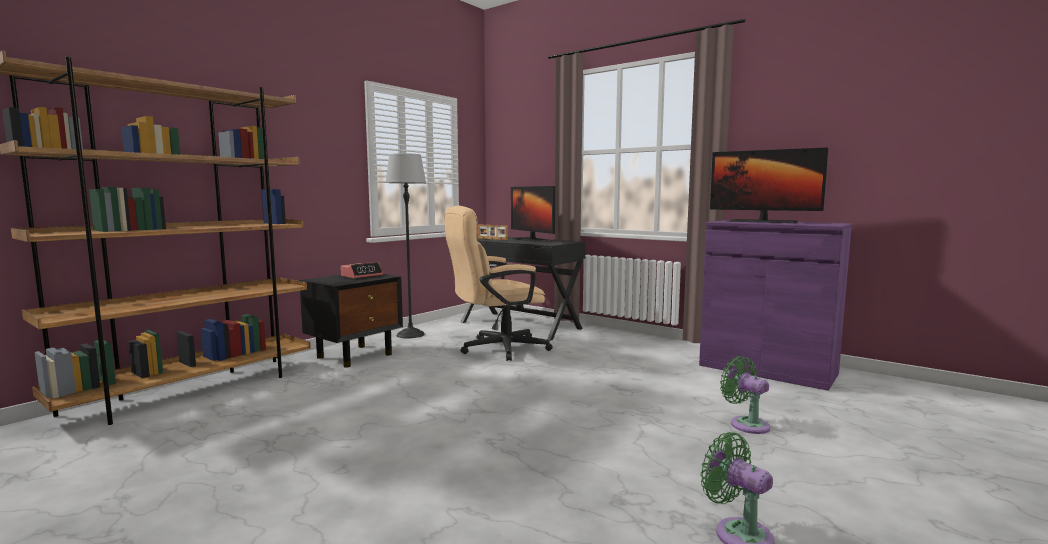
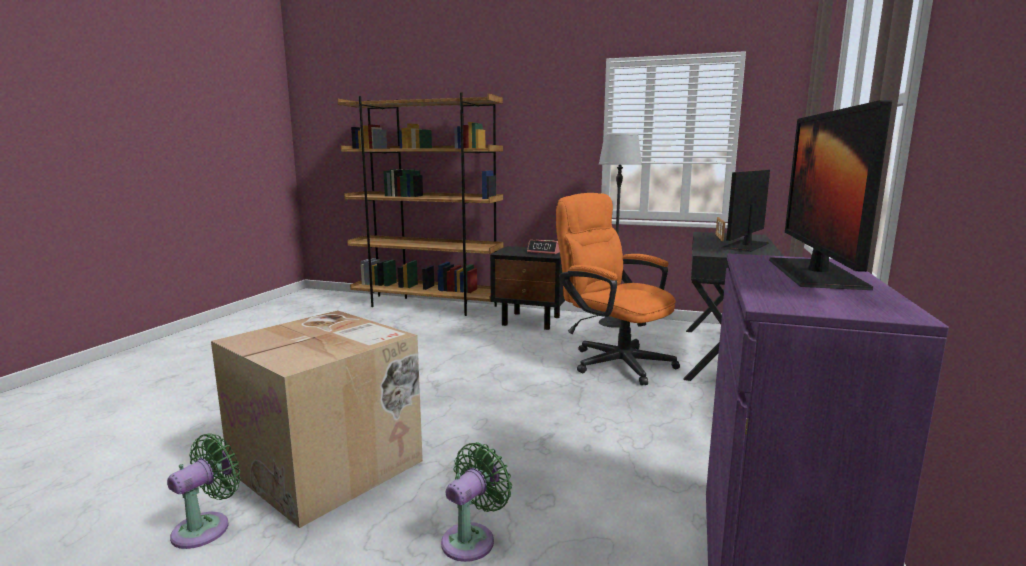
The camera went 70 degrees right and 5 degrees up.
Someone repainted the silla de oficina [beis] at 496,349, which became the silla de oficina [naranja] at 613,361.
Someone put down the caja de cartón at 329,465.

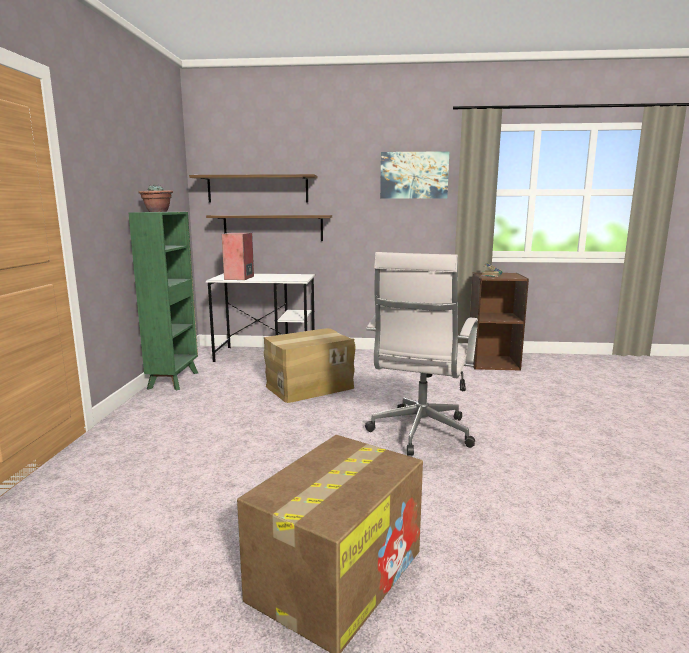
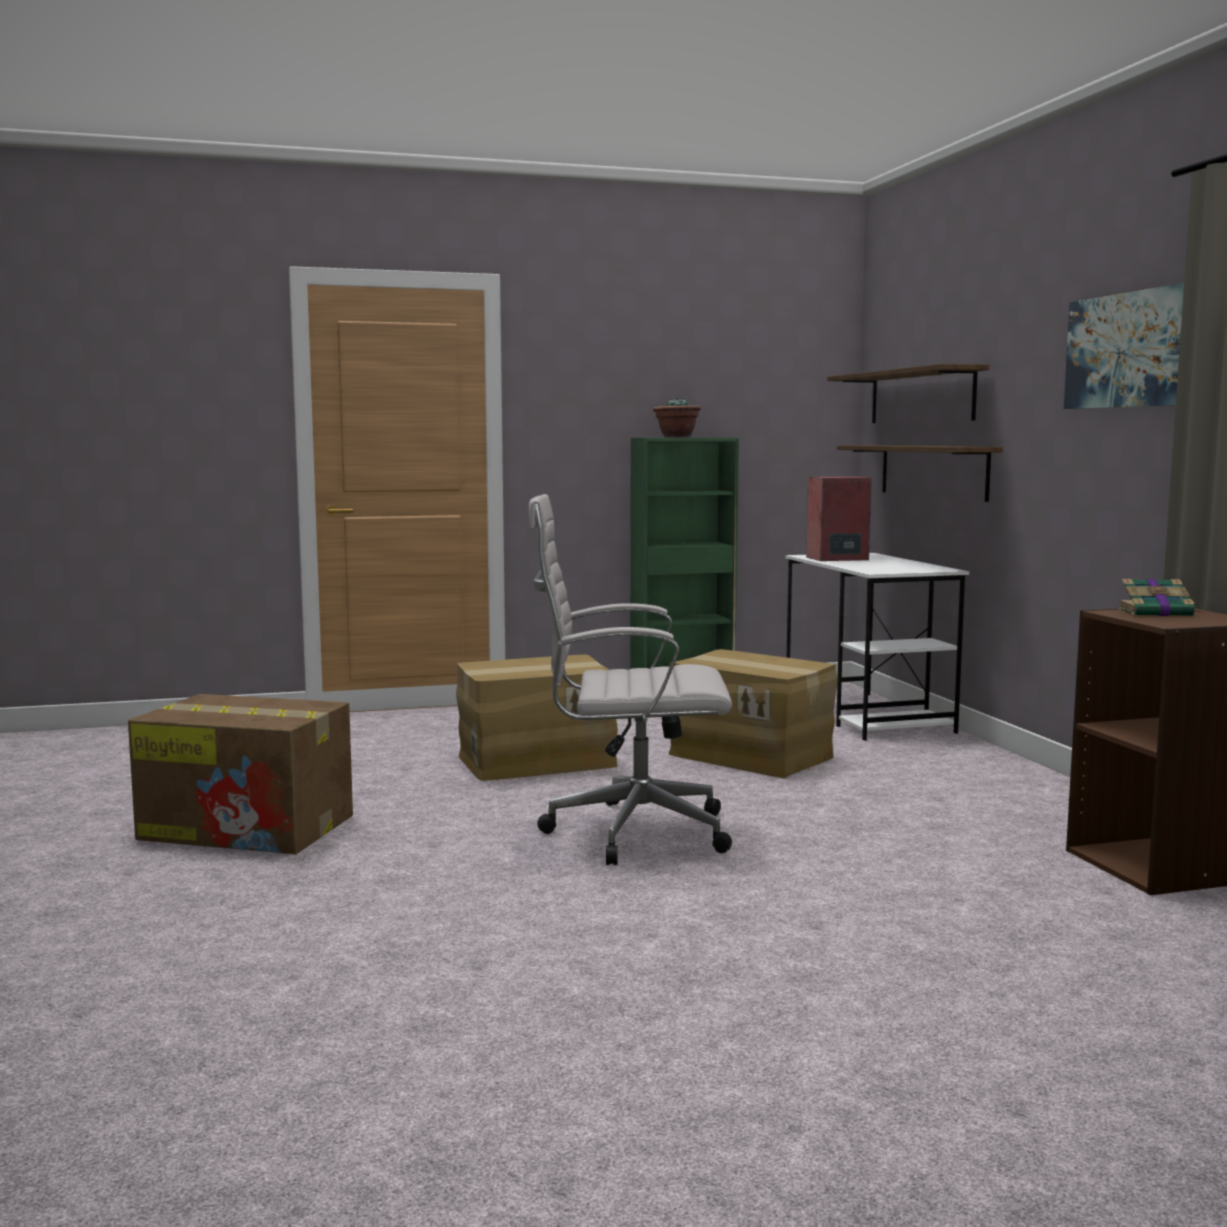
The camera went 70 degrees right and 5 degrees down.
Someone put down the caja de cartón at 536,760.

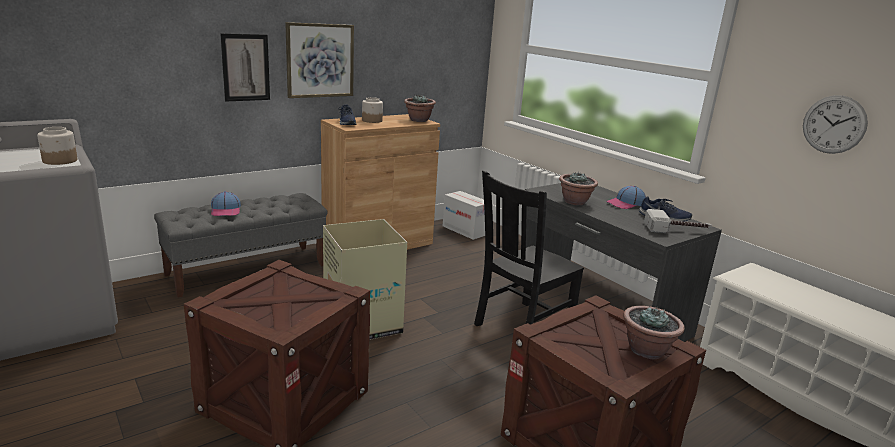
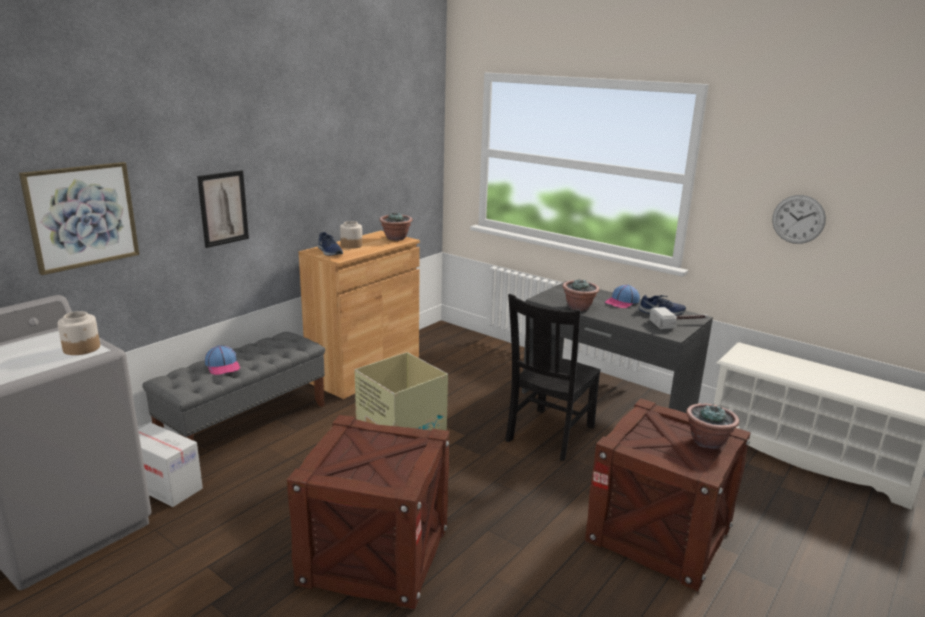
The camera went 15 degrees left and 0 degrees up.
Someone carried the cuadro from 320,60 to 82,216.
Someone carried the caja de cartón from 465,230 to 165,486.

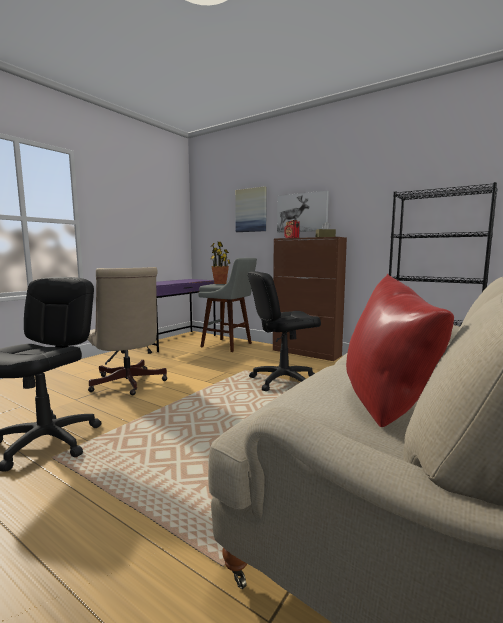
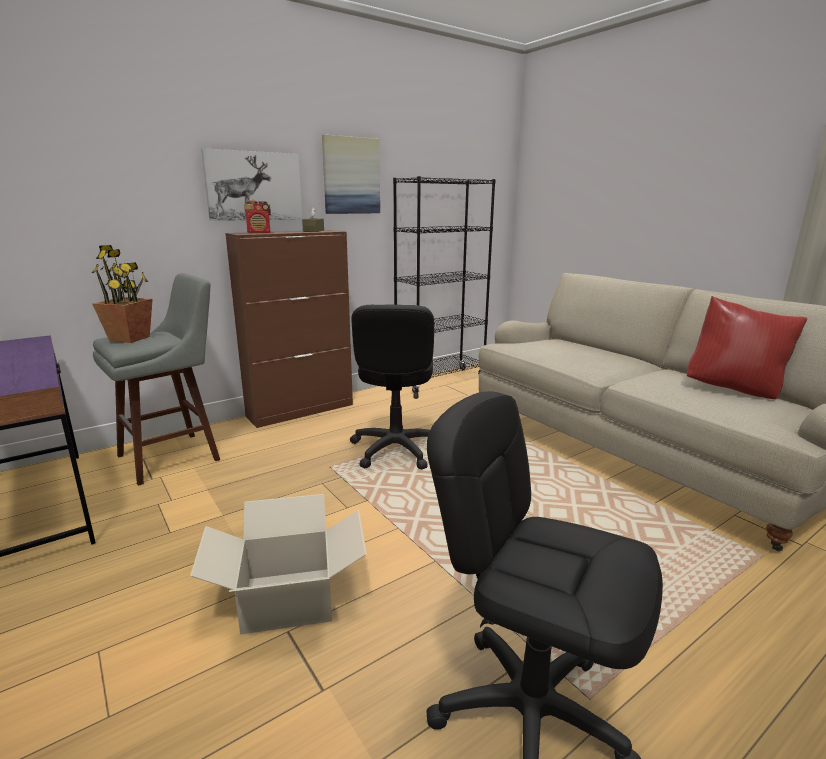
The camera went 70 degrees left and 10 degrees up.
Someone carried the cuadro from 251,210 to 351,176.
Someone swapped the silla de oficina [beis] at 128,384 for the caja de cartón at 288,600.

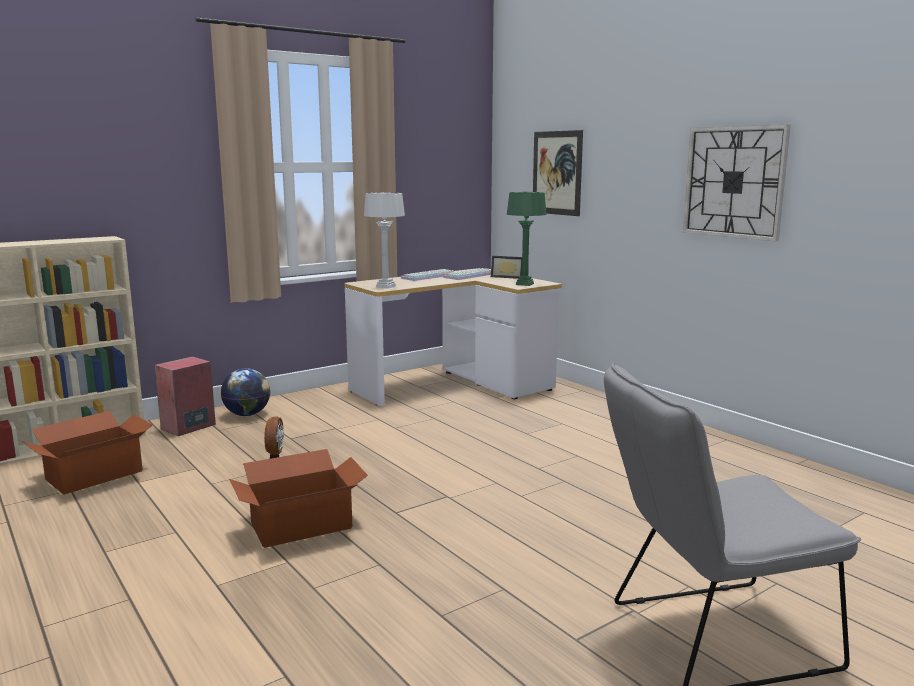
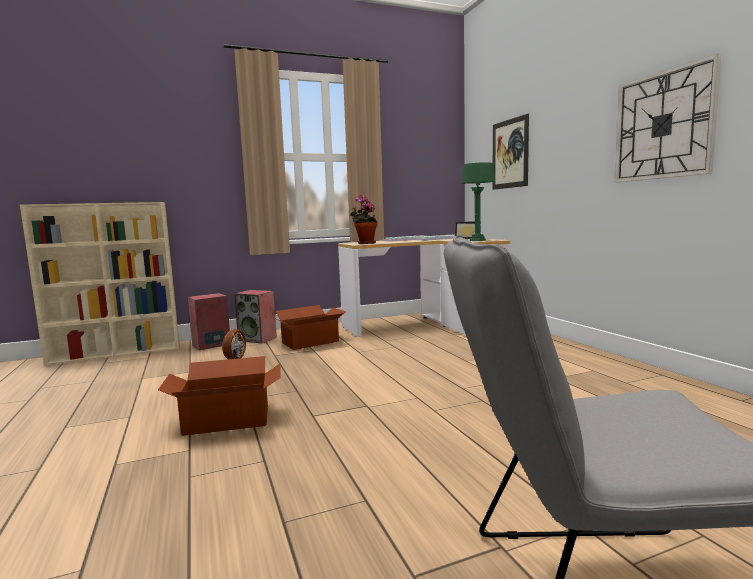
The camera went 15 degrees right and 5 degrees down.
Someone swapped the lámpara de mesa [gris] at 386,286 for the planta en maceta at 365,243.
Someone swapped the globo terráqueo at 247,414 for the altavoz at 258,339.
Someone carried the caja de cartón from 93,475 to 309,342.

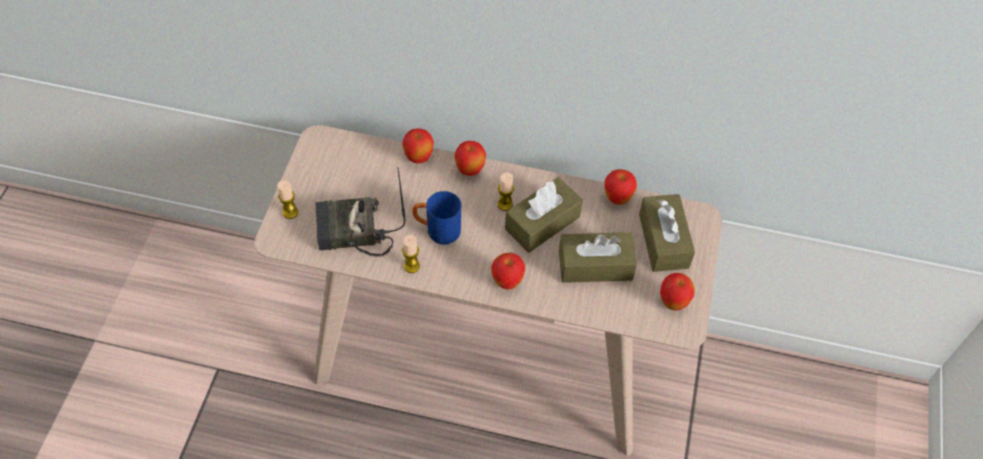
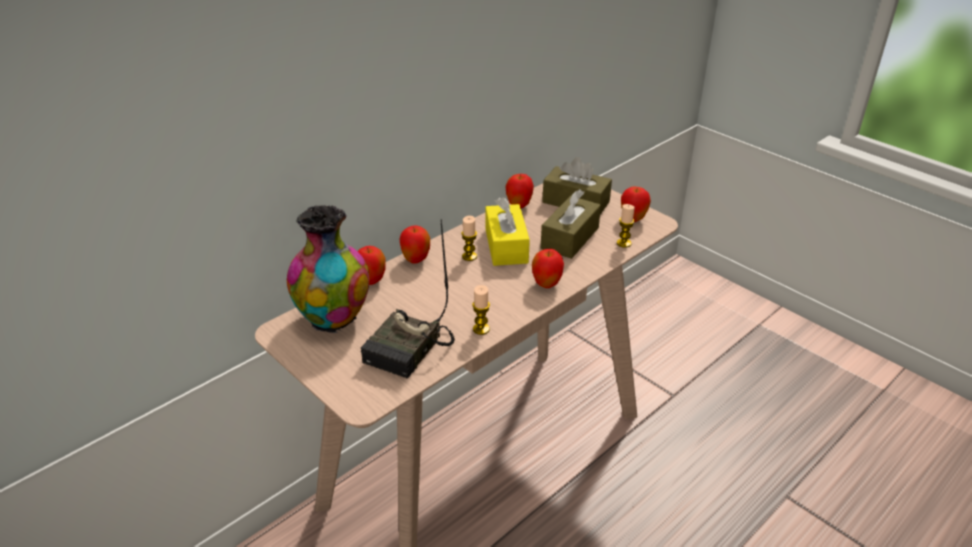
The camera went 55 degrees left and 20 degrees down.
Someone repainted the caja de pañuelos [marrón] at 542,223, which became the caja de pañuelos [amarillo] at 506,246.
Someone carried the vela from 290,212 to 624,243.
Someone took away the taza grande [azul] at 437,230.
Someone put down the florero at 334,318.

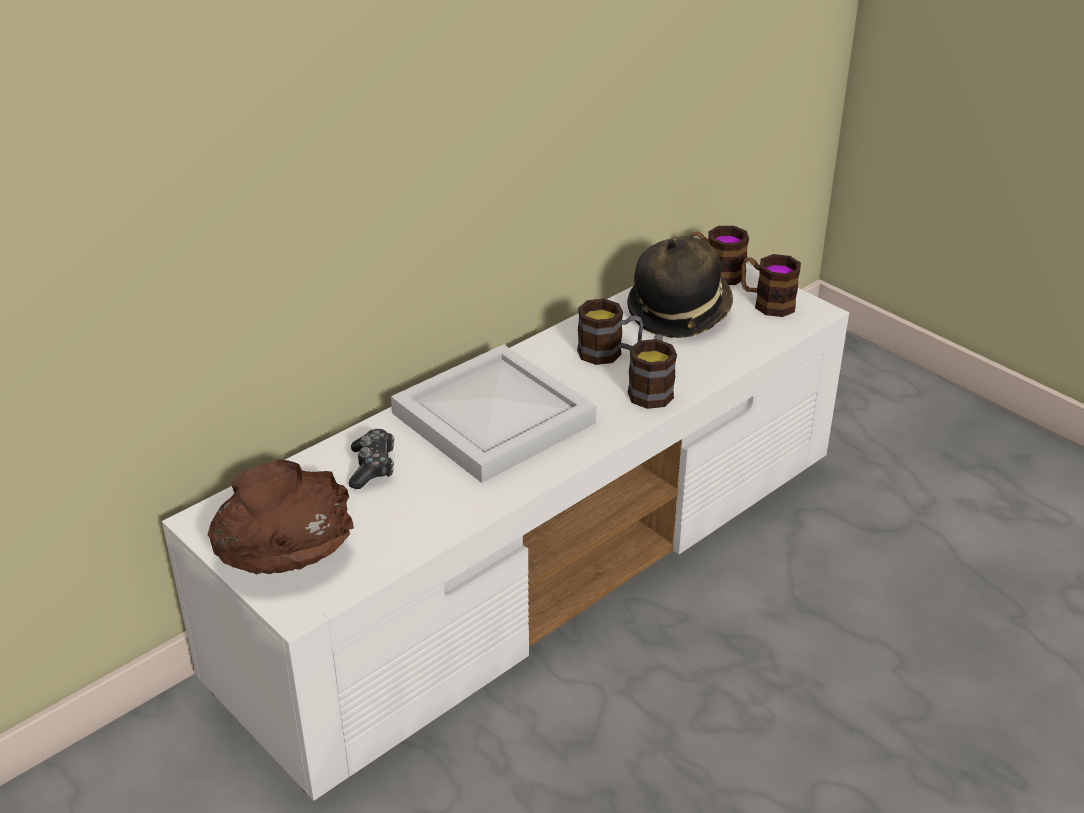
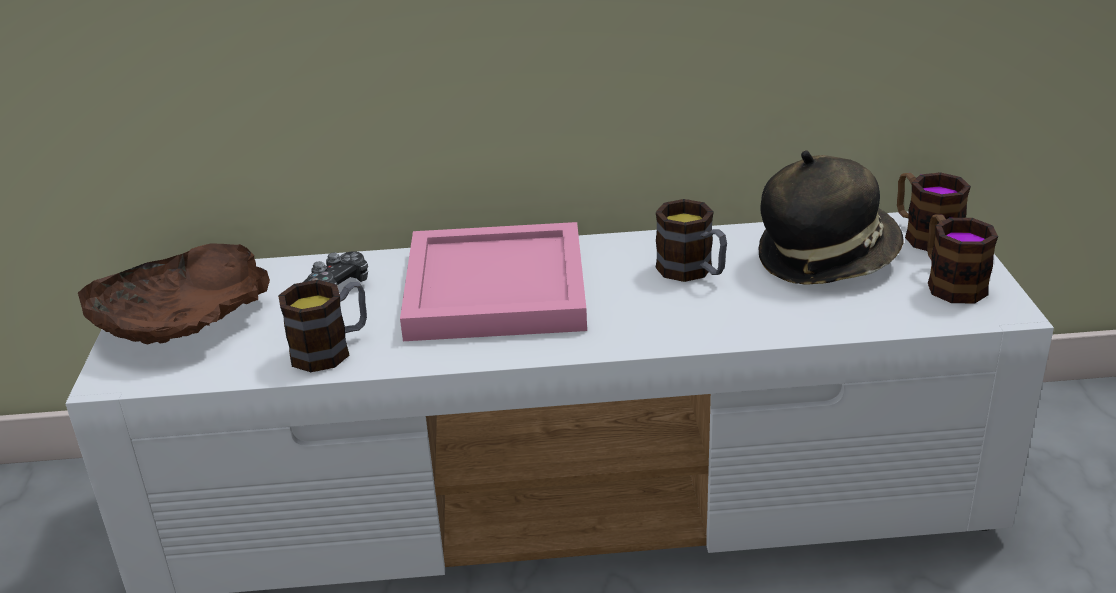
The camera went 40 degrees right and 5 degrees down.
Someone carried the taza grande from 652,389 to 331,349.
Someone repainted the bandeja [blanco] at 493,416, which became the bandeja [rosa] at 498,287.

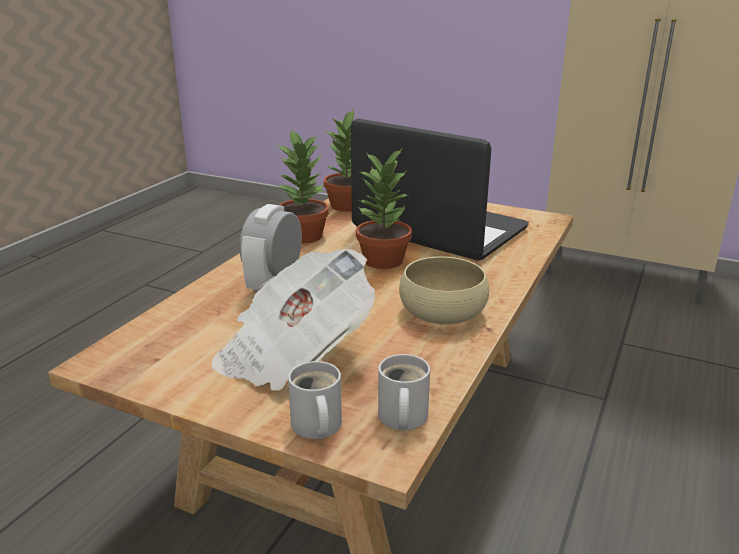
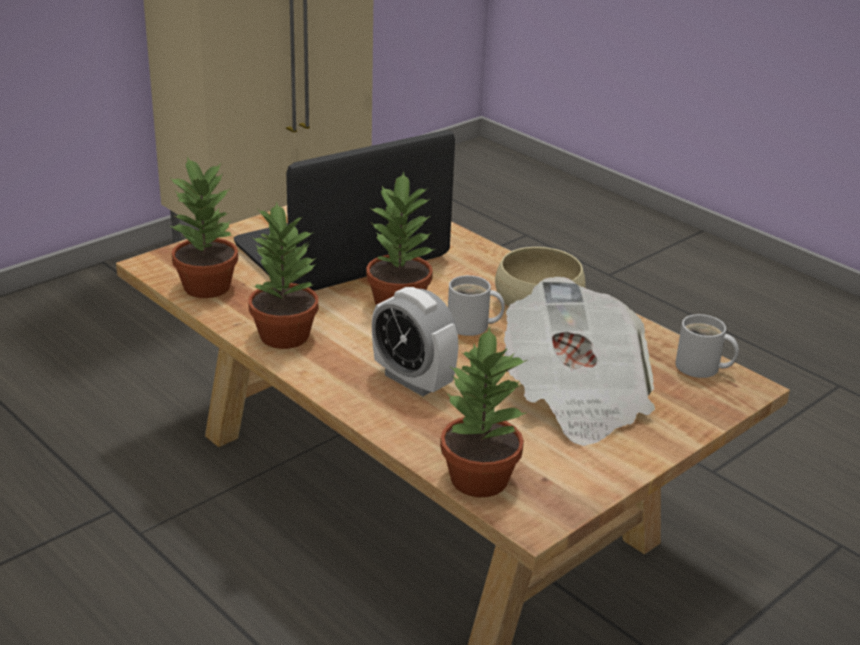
The camera went 70 degrees left and 5 degrees up.
Someone carried the taza grande [blanco] from 315,427 to 471,326.
Someone put down the planta en maceta at 478,480.

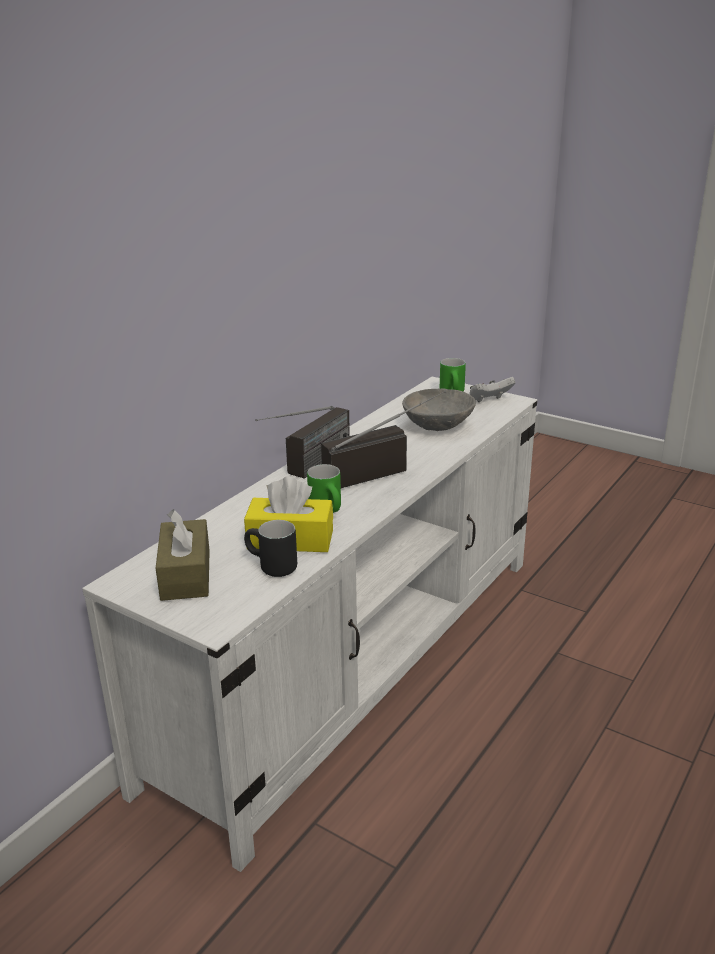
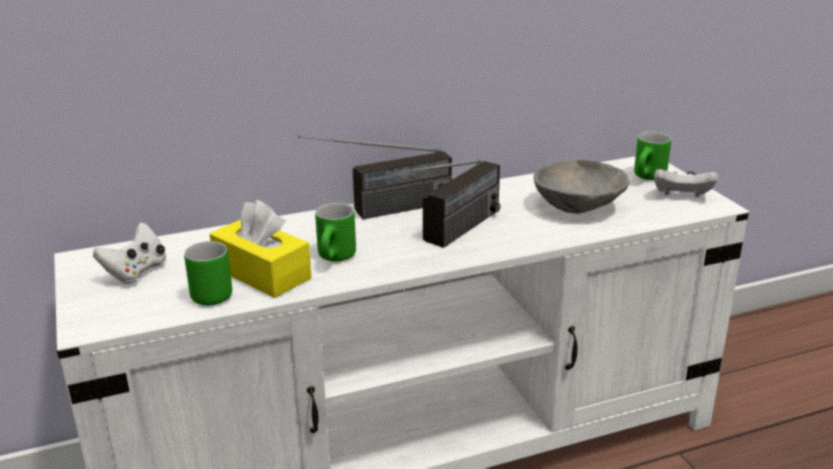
The camera went 35 degrees right and 0 degrees up.
Someone rotated the radio at 383,471 by 120 degrees clockwise.
Someone swapped the caja de pañuelos [marrón] at 185,574 for the mando de consola [blanco] at 136,272.
Someone repainted the taza grande [negro] at 270,568, which became the taza grande [verde] at 206,293.

